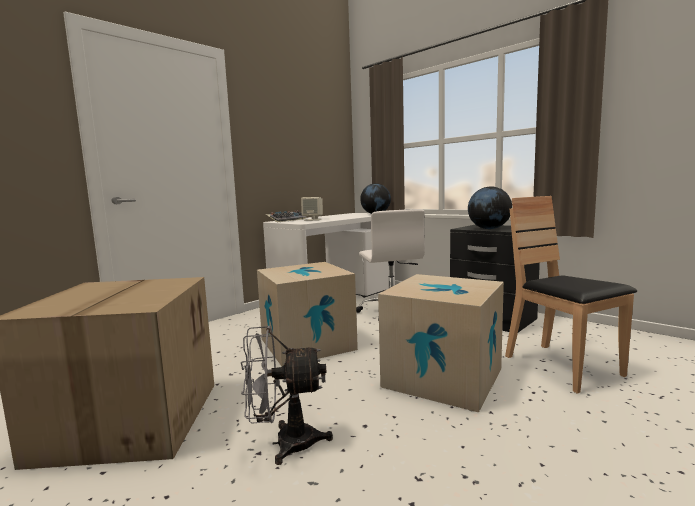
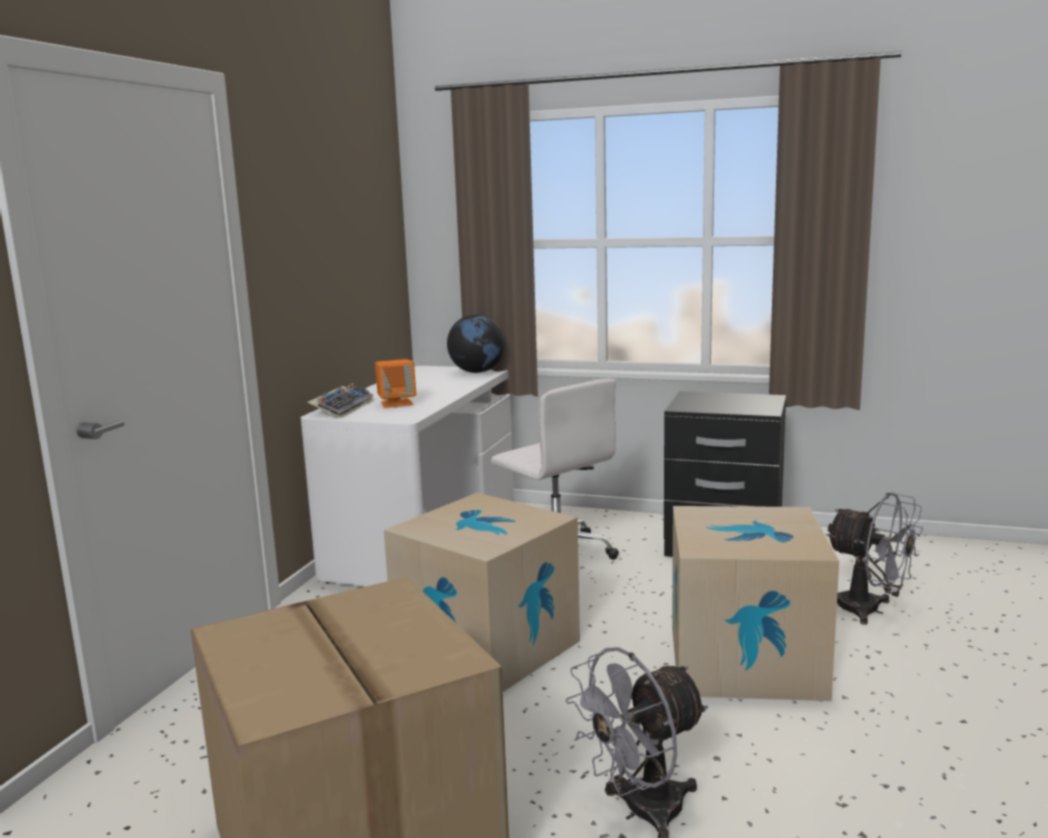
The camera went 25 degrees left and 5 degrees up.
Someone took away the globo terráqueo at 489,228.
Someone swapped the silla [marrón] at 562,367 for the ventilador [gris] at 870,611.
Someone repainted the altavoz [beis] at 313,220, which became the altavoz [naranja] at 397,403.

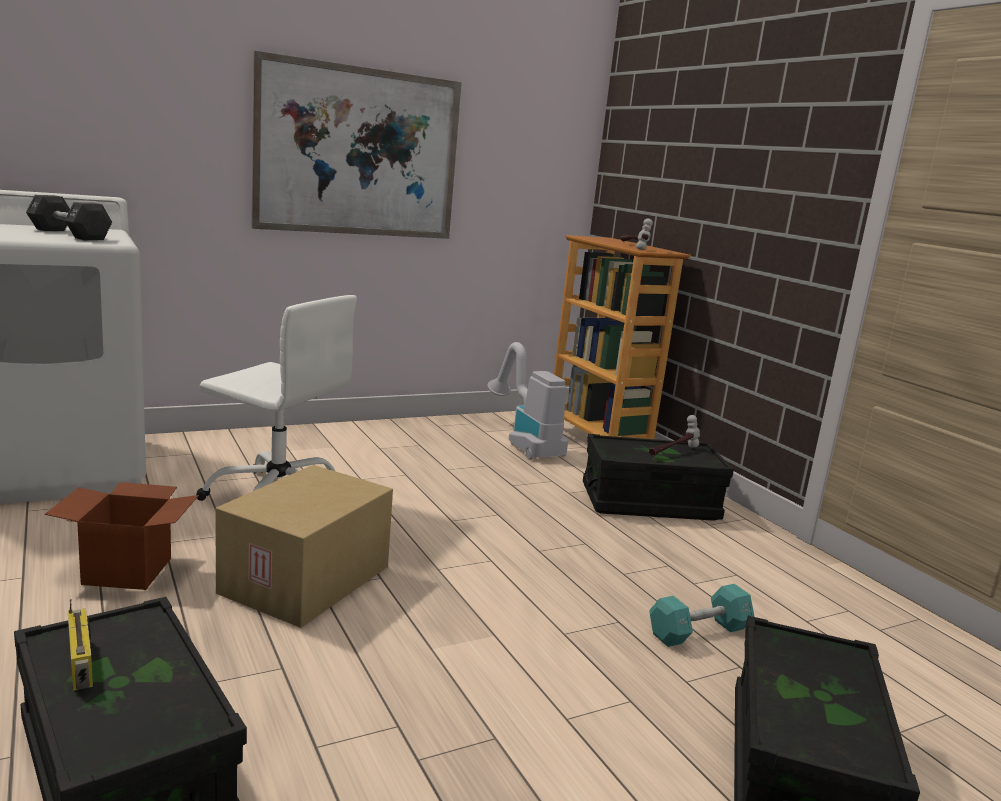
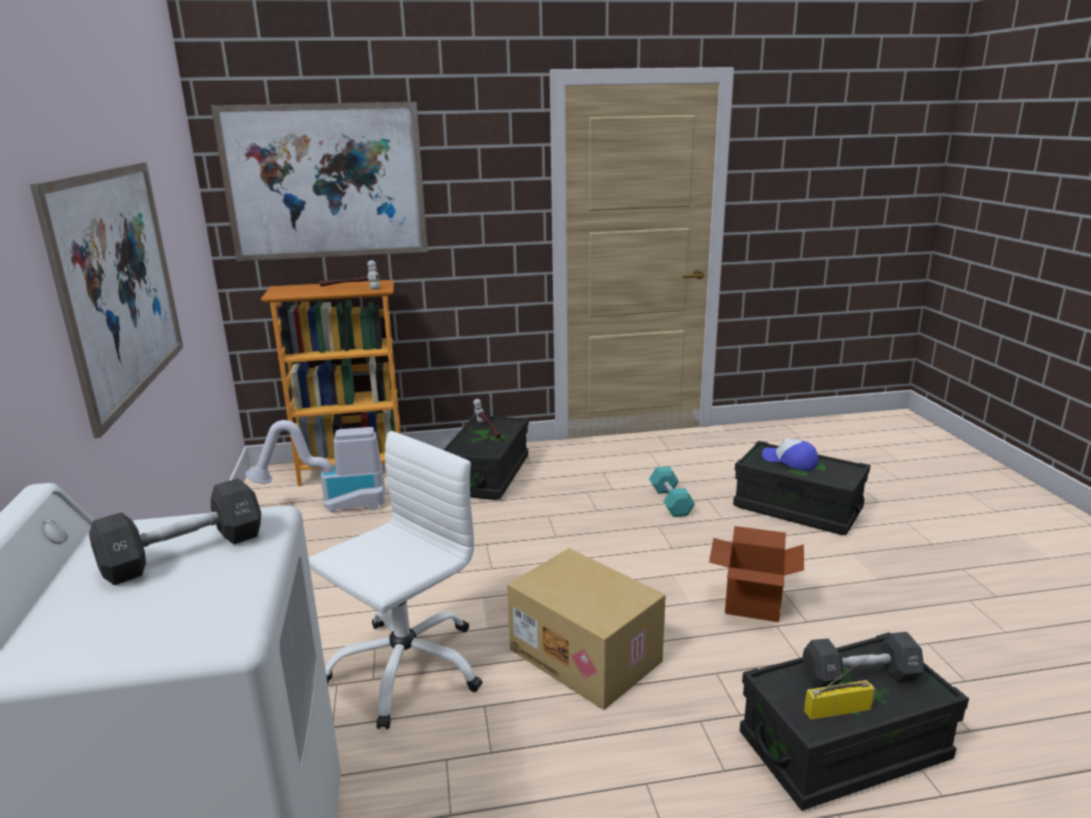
The camera went 70 degrees left and 5 degrees up.
Someone carried the caja de cartón from 128,571 to 753,603.
Someone put up the cuadro at 325,182.
Someone put down the gorra at 790,461.
Someone put down the mancuerna [negro] at 859,677.

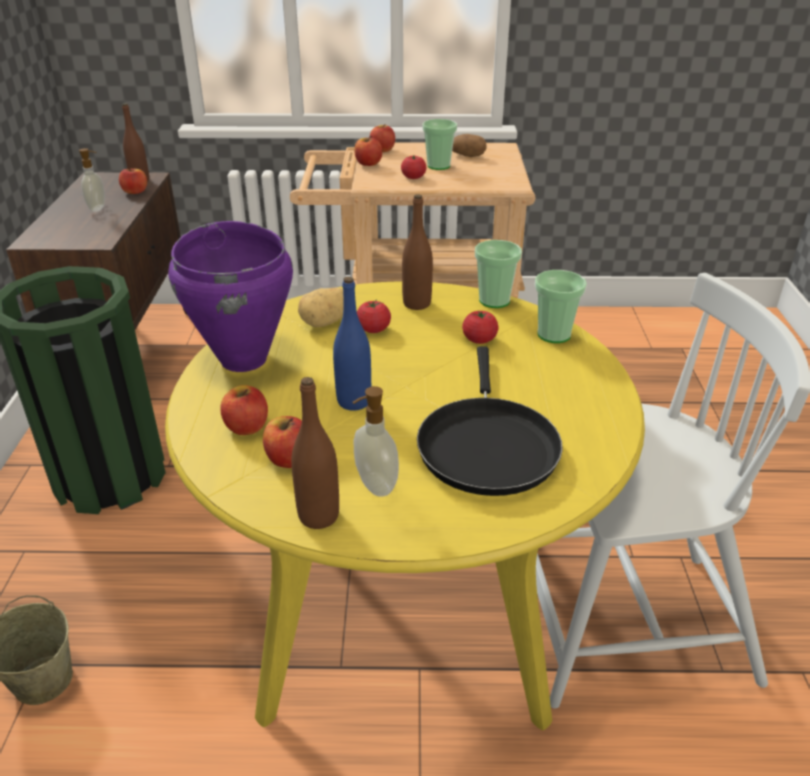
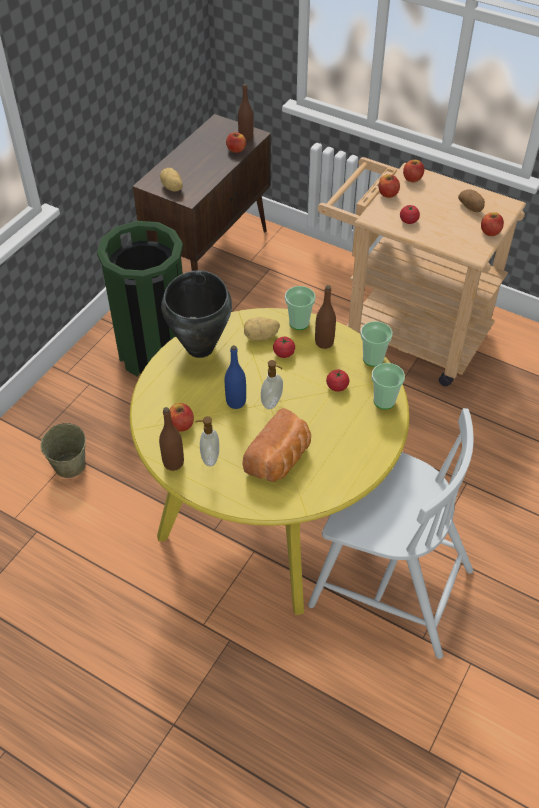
The camera went 30 degrees right and 15 degrees up.
Someone carried the taza from 438,166 to 299,323.
Someone carried the dispensador de jabón from 98,208 to 272,402.
Someone repainted the olla [morado] at 244,359, which became the olla [negro] at 201,347.
Someone swapped the sartén [negro] at 487,445 for the pan at 280,459.
Someone carried the manzana from 246,427 to 490,232.
Someone put down the patata at 172,188.

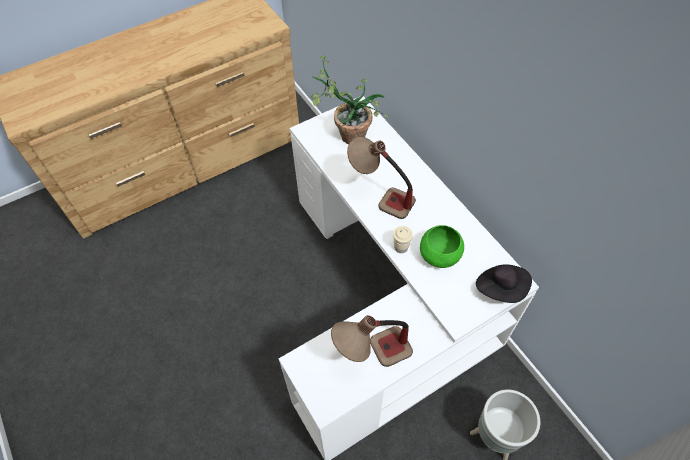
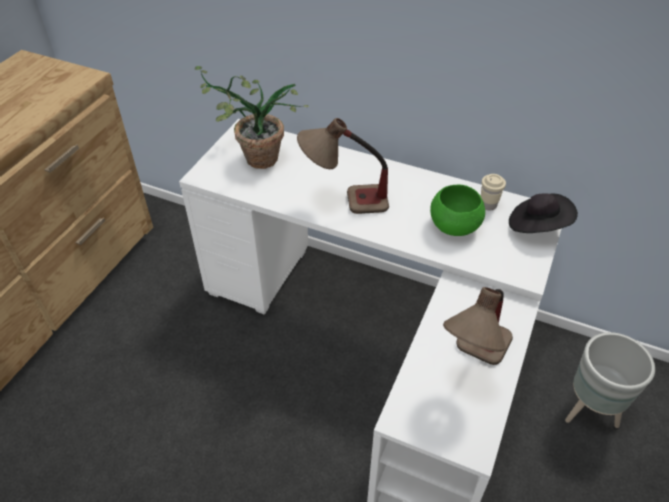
The camera went 35 degrees left and 10 degrees down.
Someone carried the taza [beis] from 401,247 to 488,205.

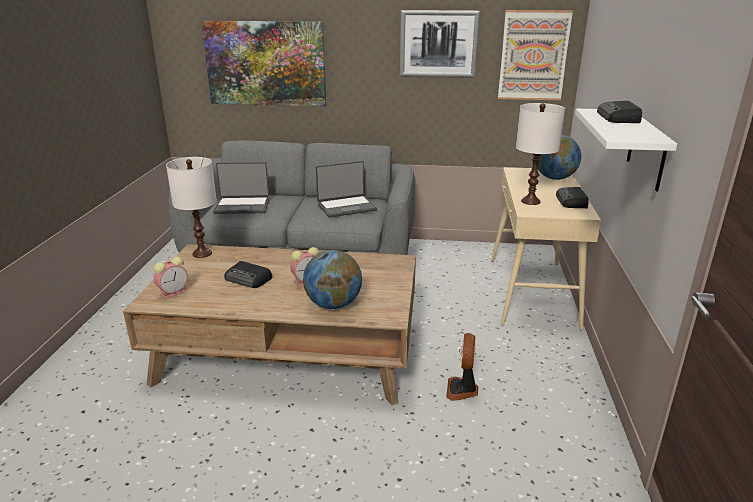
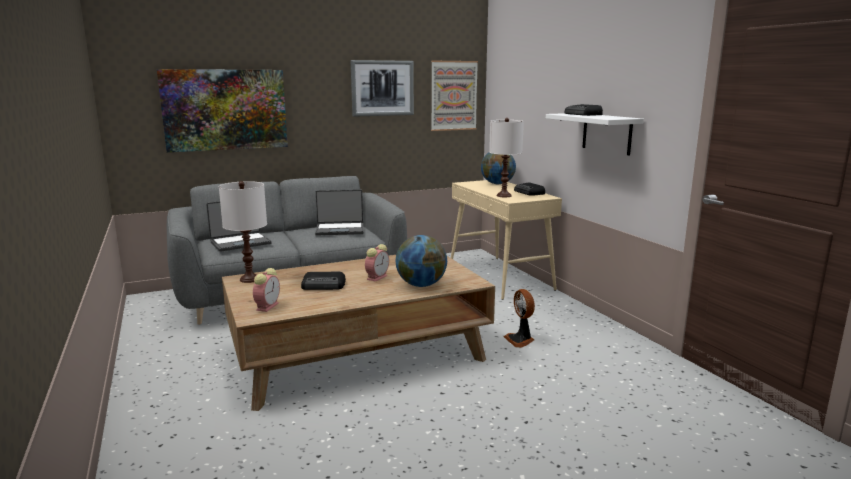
The camera went 30 degrees left and 10 degrees down.
Someone rotated the portátil at 346,207 by 45 degrees clockwise.

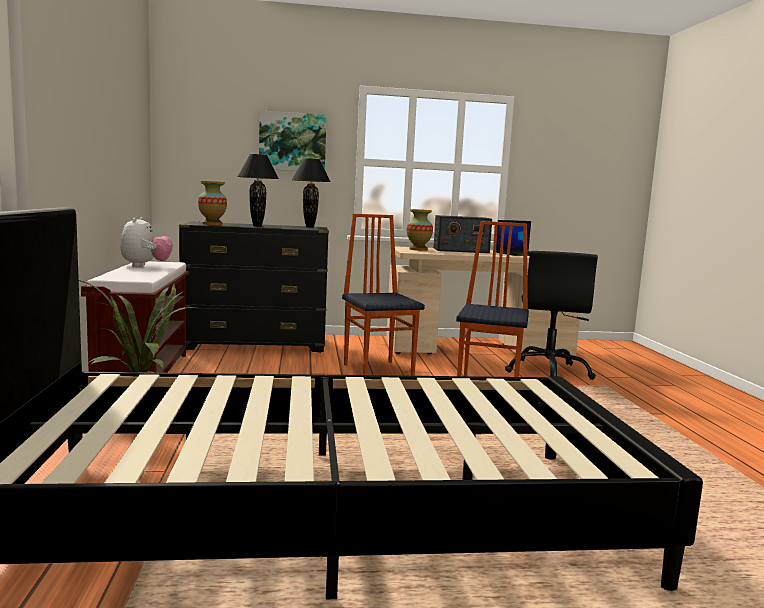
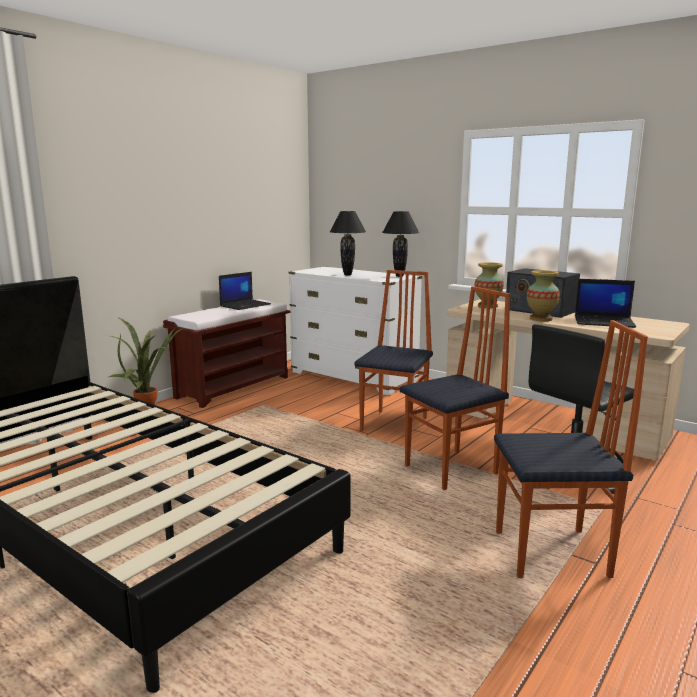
The camera went 45 degrees right and 5 degrees up.
Someone took away the cuadro at 292,142.
Someone carried the florero from 212,224 to 541,319.
Someone swapped the peluche at 145,266 for the portátil at 245,305.
Someone repainted the cómoda [negro] at 256,344, which became the cómoda [blanco] at 353,377.
Someone put down the silla at 552,555.

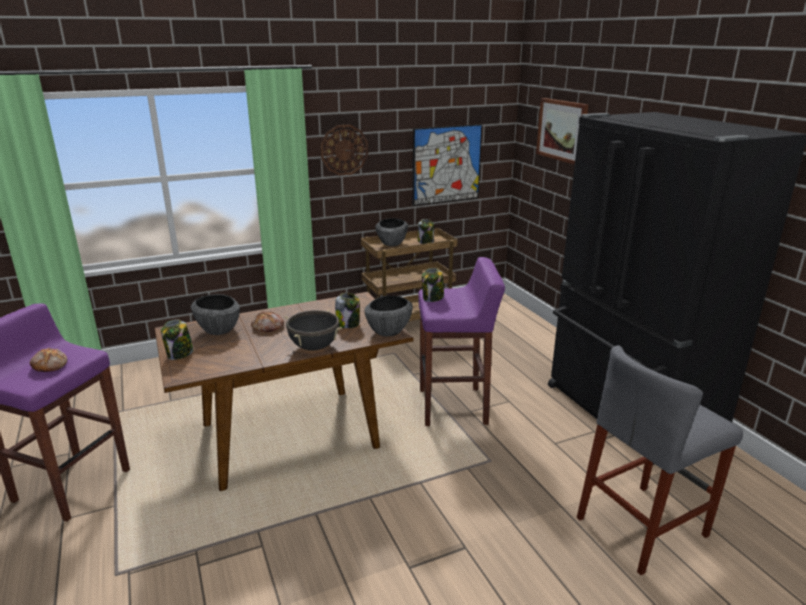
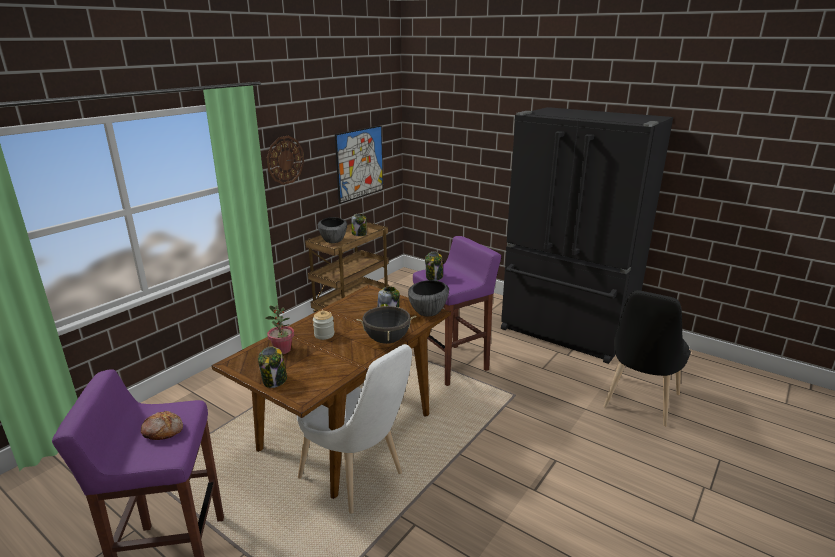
The camera went 30 degrees left and 0 degrees up.
Someone took away the cuadro at 562,130.
Someone swapped the cuenco at 219,331 for the planta en maceta at 282,350.
Someone swapped the pan at 268,327 for the tarro at 324,335.
Someone swapped the taburete [gris] at 642,527 for the silla [negro] at 638,403.
Someone put down the silla [blanco] at 356,478.

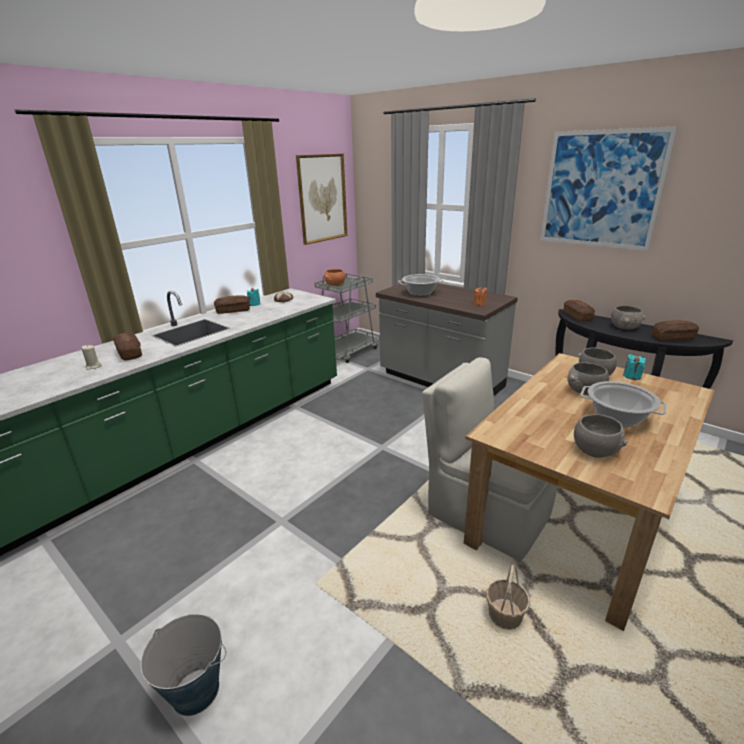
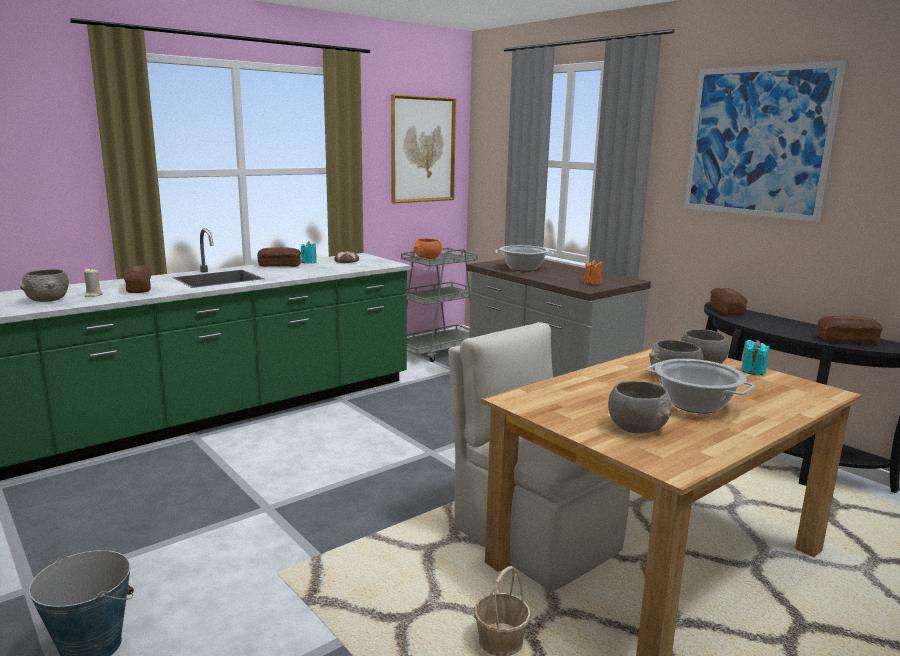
The camera went 10 degrees right and 10 degrees down.
Someone carried the cuenco [gris] from 624,327 to 48,300.

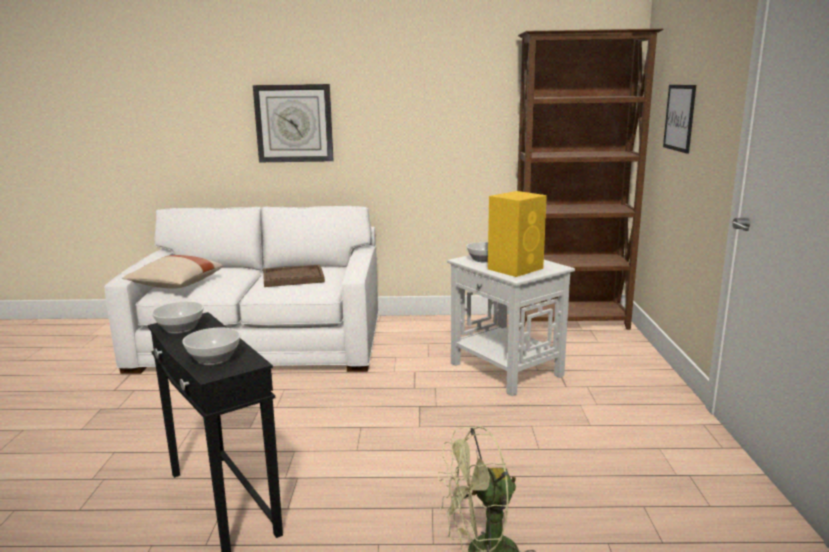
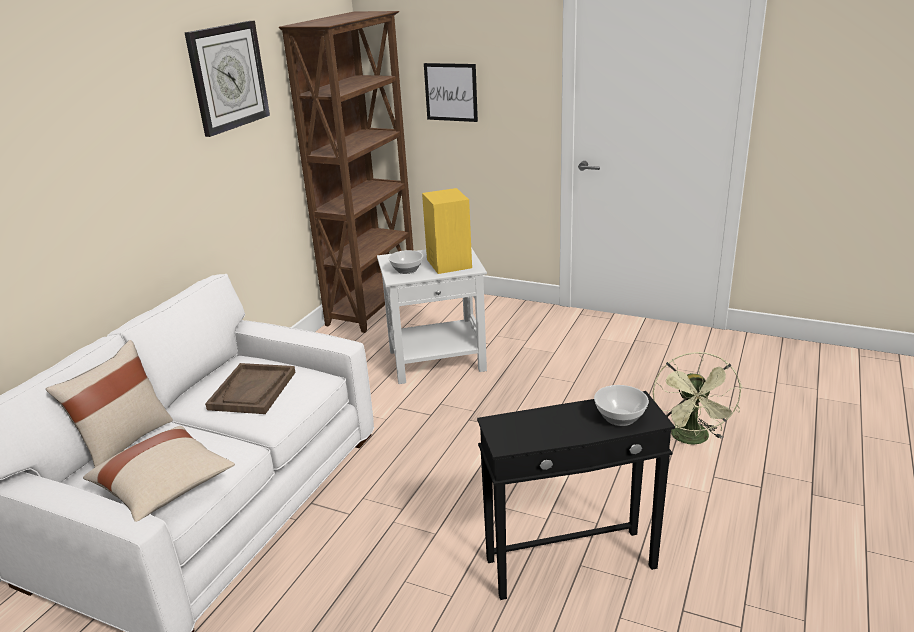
The camera went 65 degrees left and 10 degrees up.
Someone carried the reloj de pared from 294,123 to 228,77.
Someone took away the cuenco at 181,329.
Someone put down the cojín [beis] at 124,442.

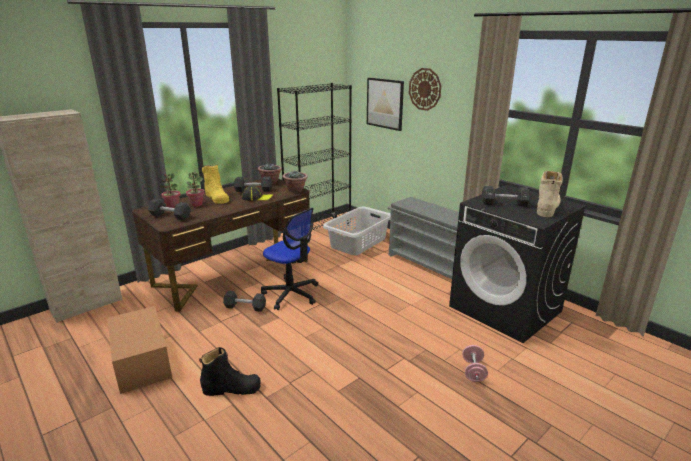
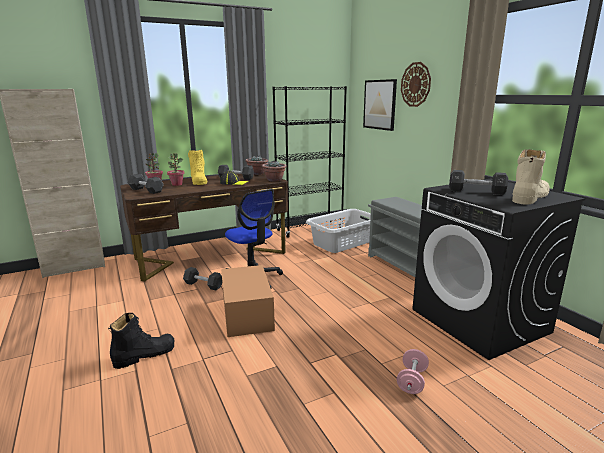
The camera went 15 degrees right and 5 degrees down.
Someone carried the caja de cartón from 141,361 to 247,313.
Someone rotated the bota [negro] at 231,388 by 45 degrees counterclockwise.

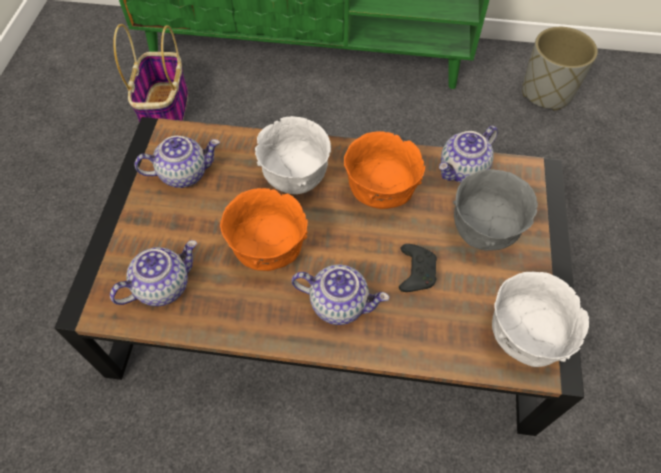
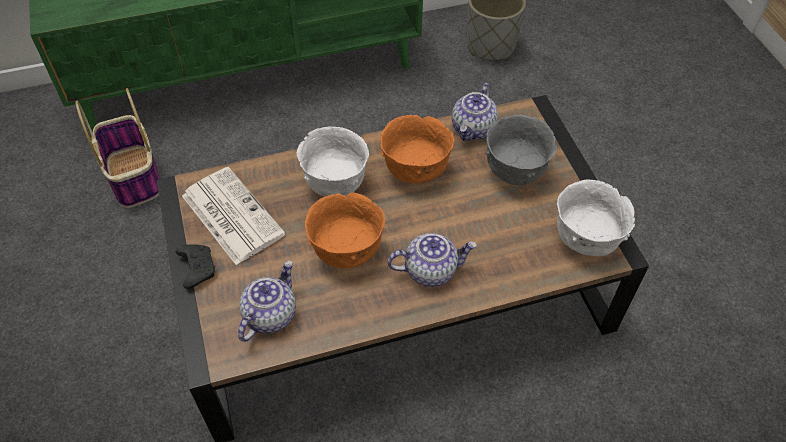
The camera went 25 degrees left and 5 degrees down.
Someone swapped the tetera at 184,173 for the periódico at 230,215.
Someone carried the mando de consola [negro] from 415,272 to 197,268.

